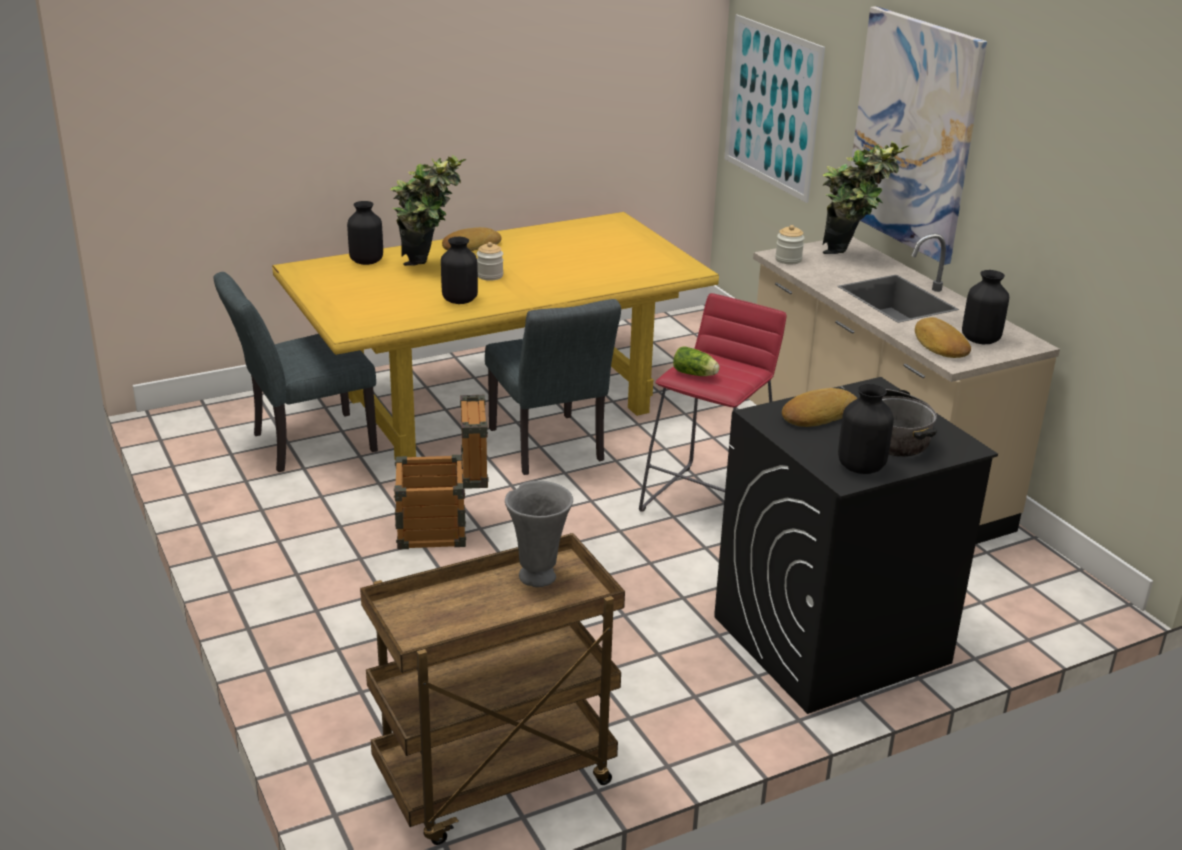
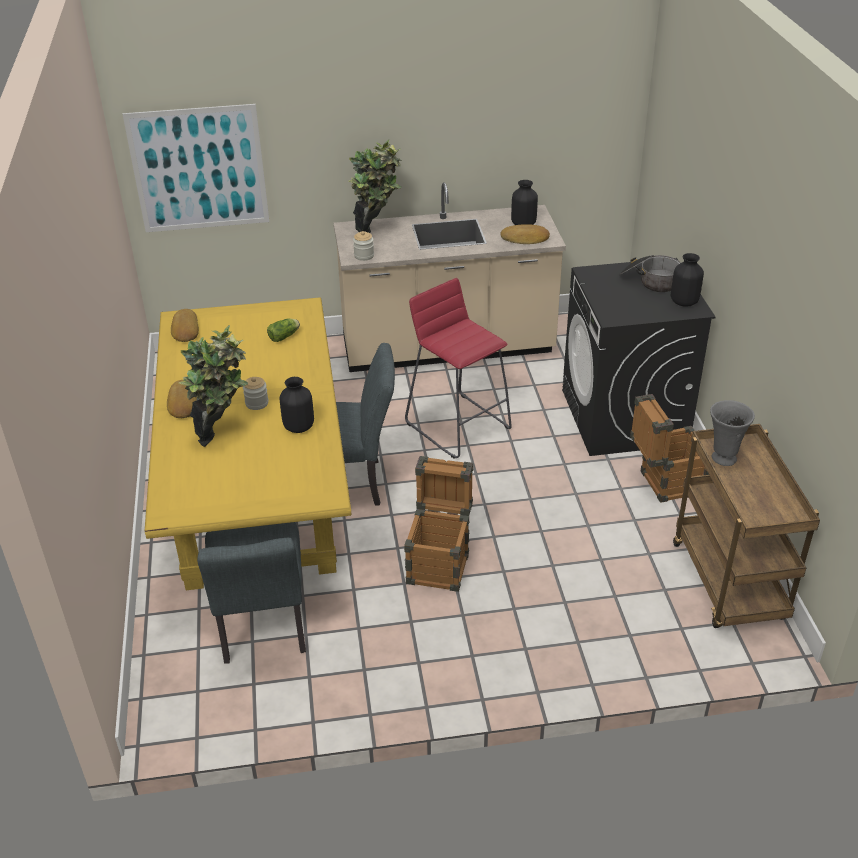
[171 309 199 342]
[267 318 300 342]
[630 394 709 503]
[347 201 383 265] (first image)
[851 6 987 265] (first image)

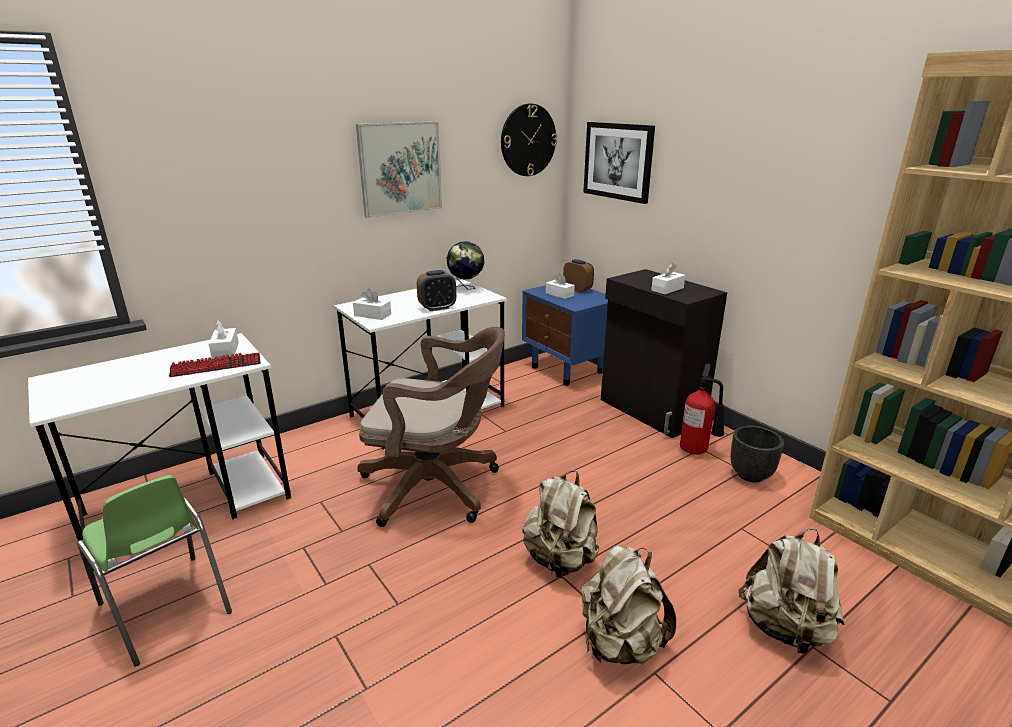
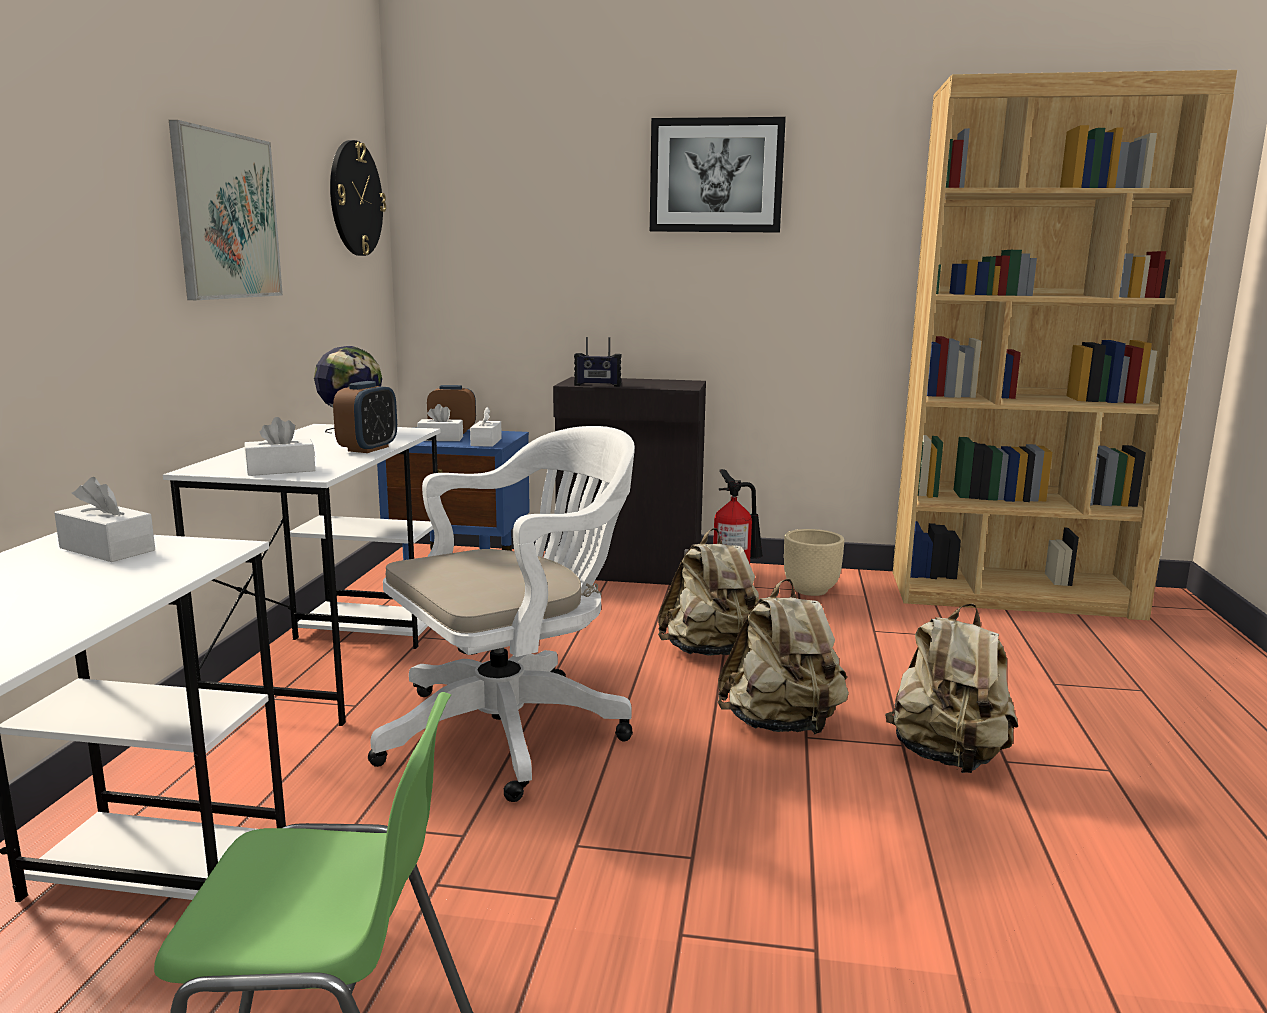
[368 426 635 802]
[470 407 502 447]
[574 337 622 387]
[650 117 786 233]
[658 528 759 656]
[784 529 844 596]
[169 352 261 377] (first image)

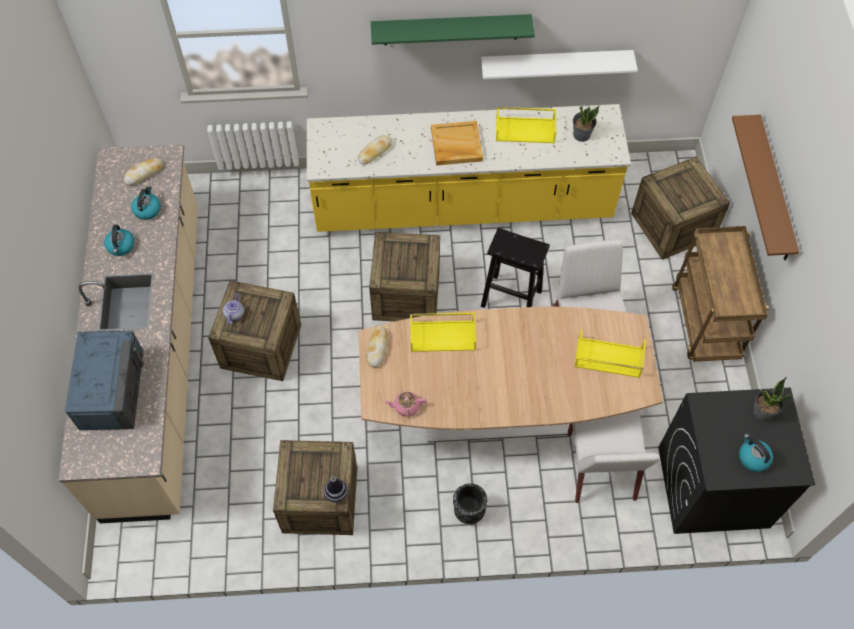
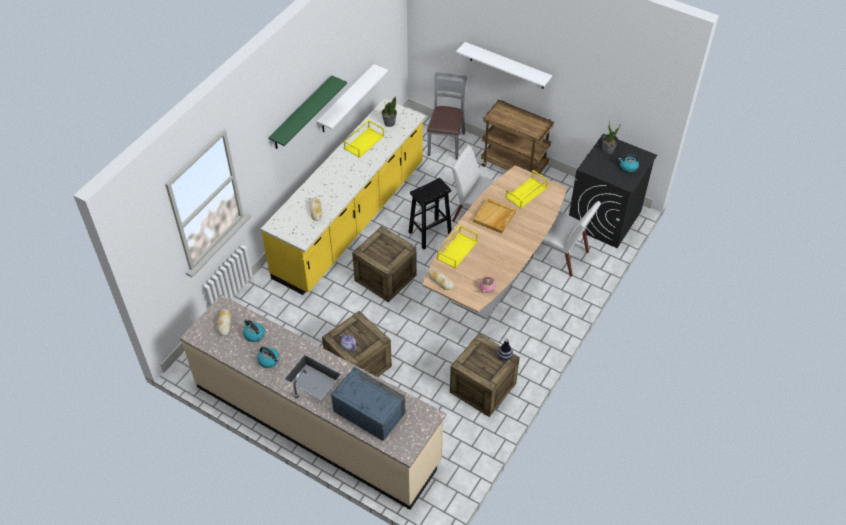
[427 73 467 160]
[456 42 552 89]
[473 198 516 234]
[453 483 487 524] (first image)

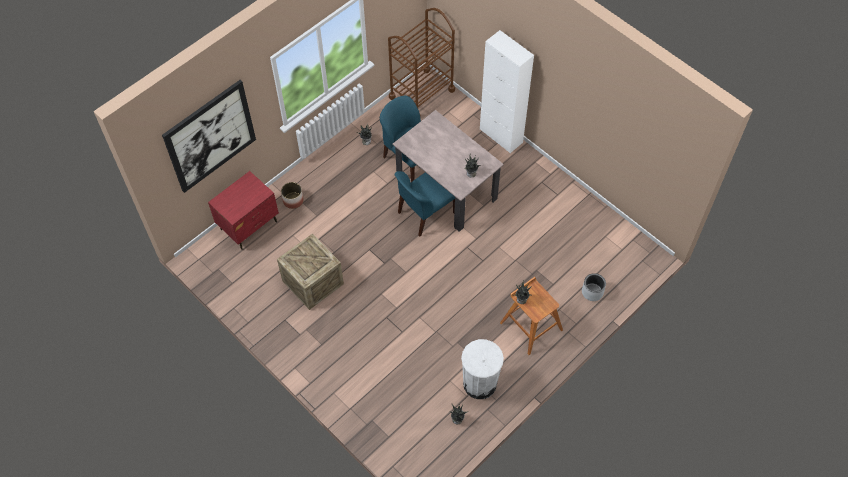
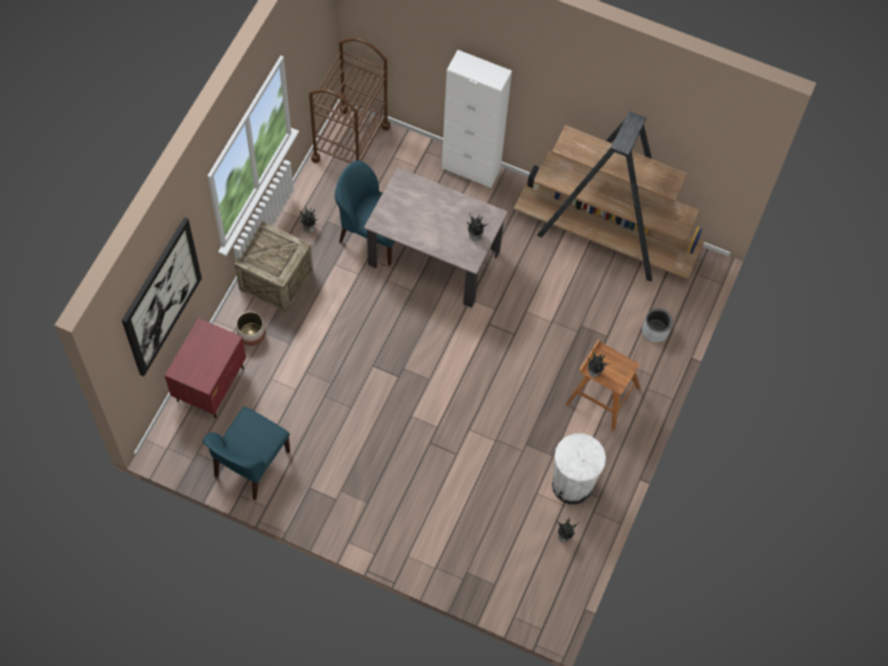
[203 406 290 500]
[235 221 313 312]
[514 111 704 282]

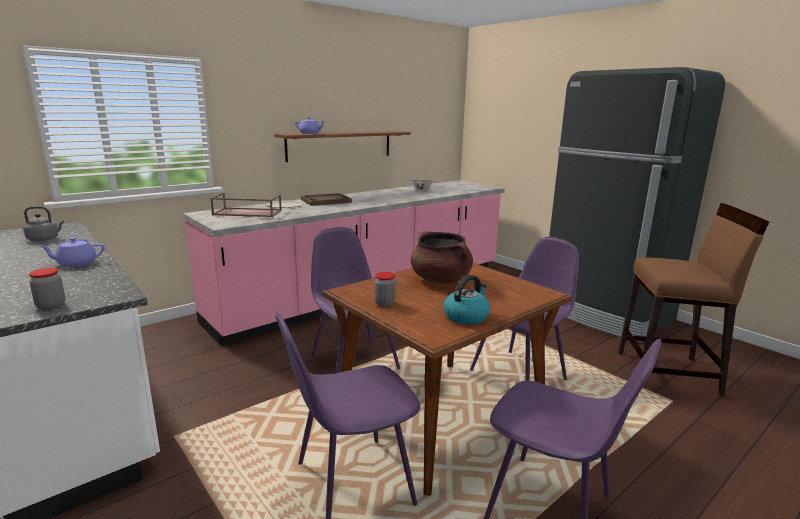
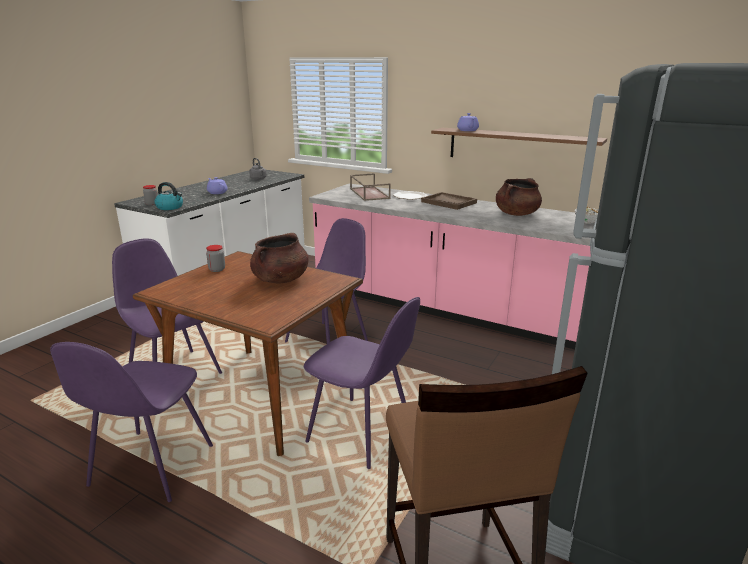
[154 182 183 210]
[496 178 542 216]

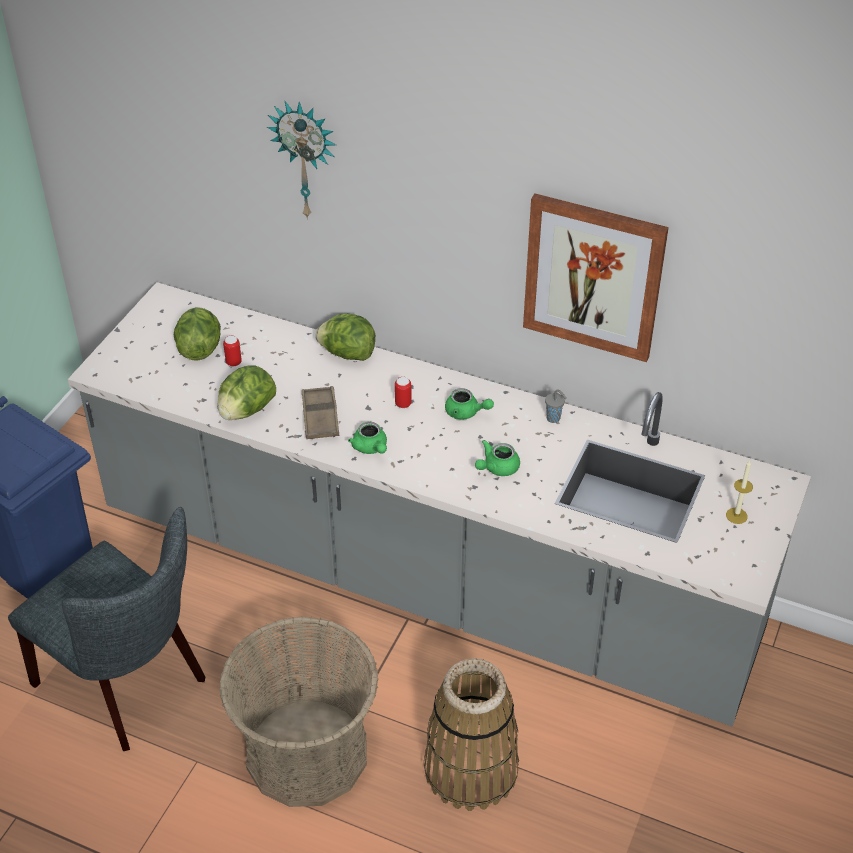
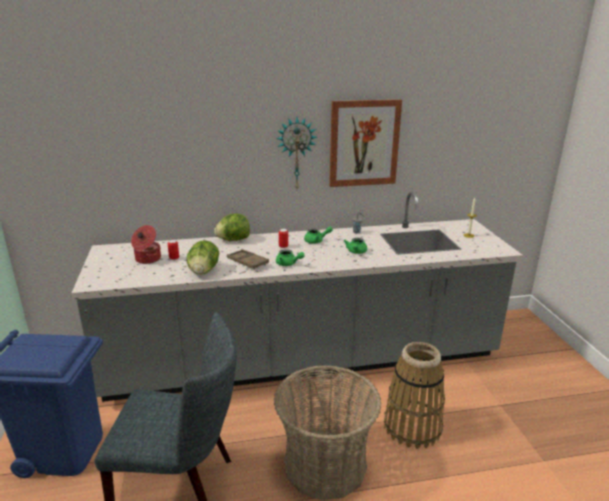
[131 225 161 264]
[276 117 317 189]

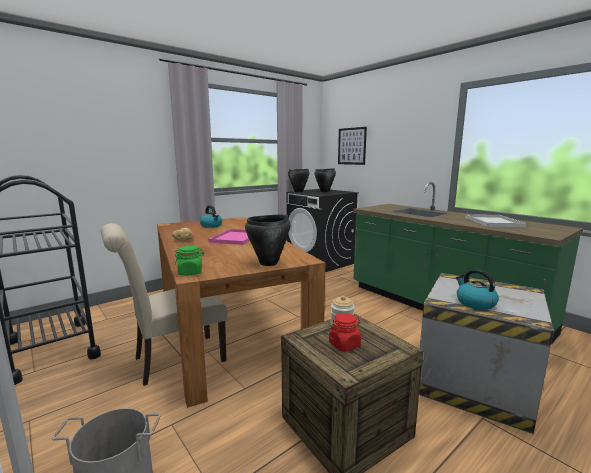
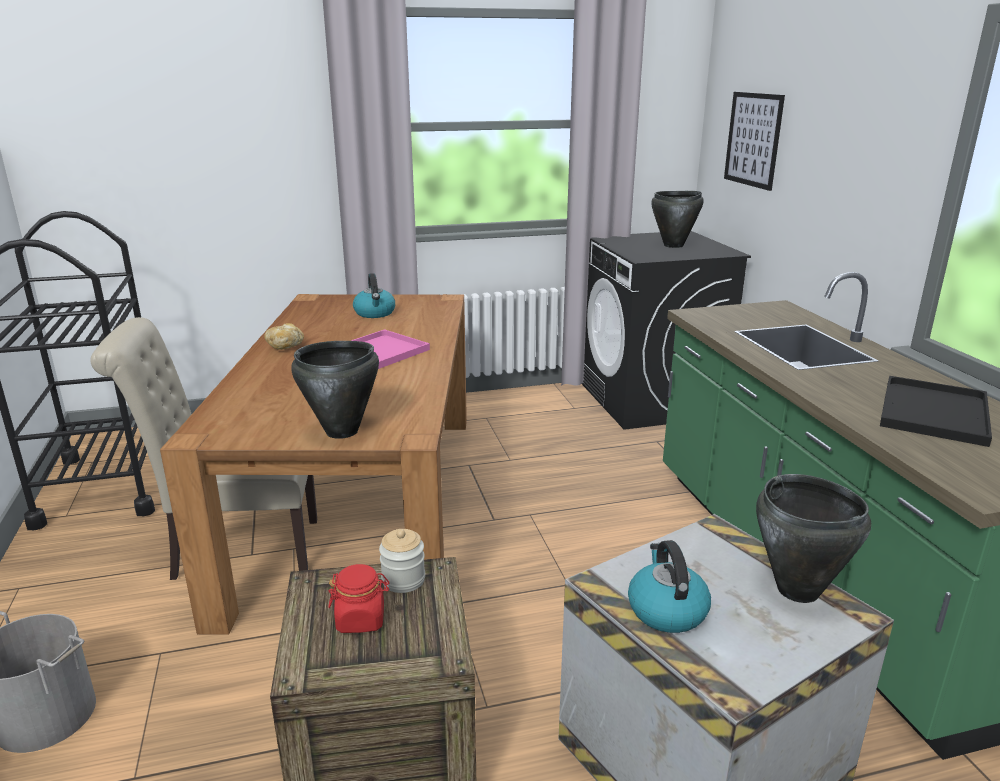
[756 474 871 603]
[880 376 992 447]
[175 245 205 275] (first image)

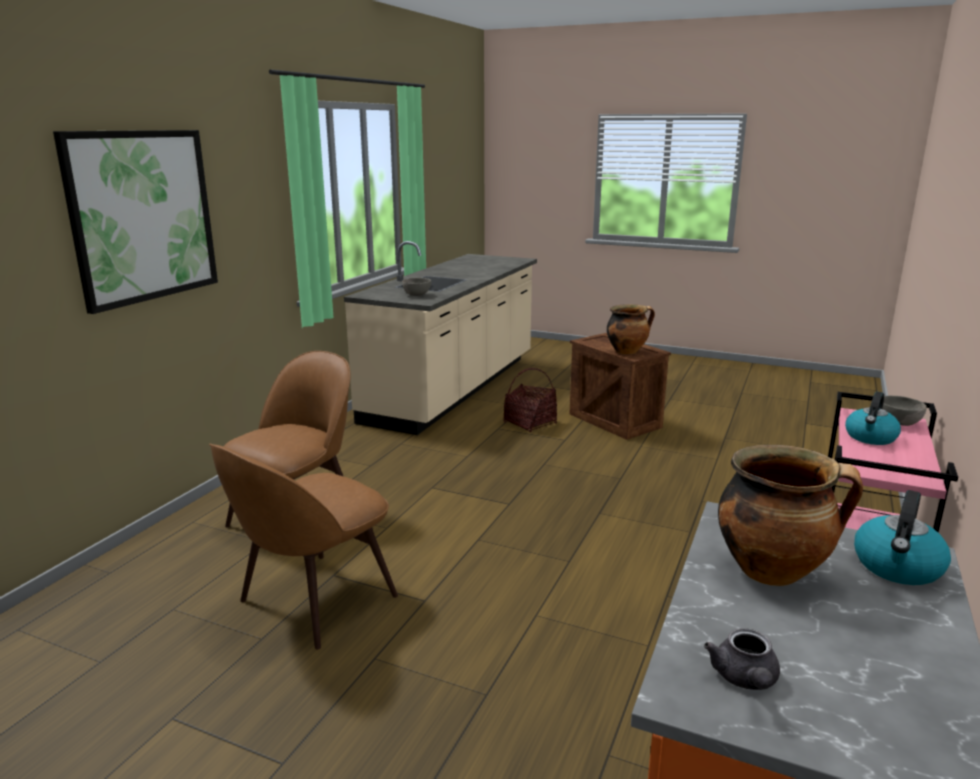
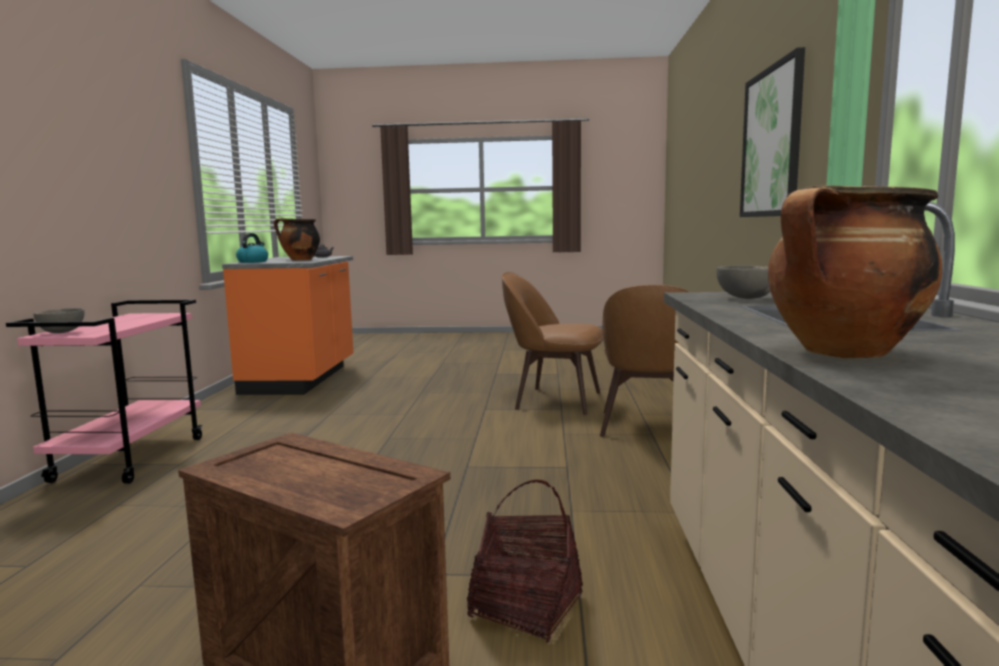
[501 272 603 415]
[768 185 942 358]
[845 392 901 445] (first image)

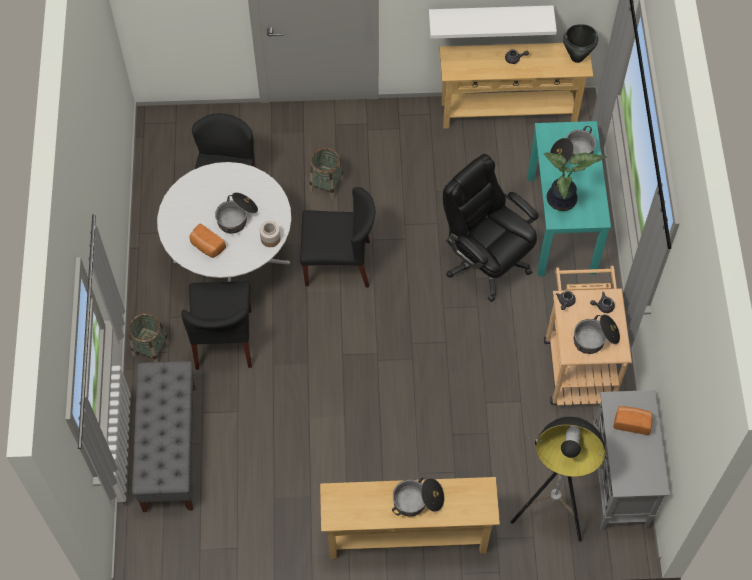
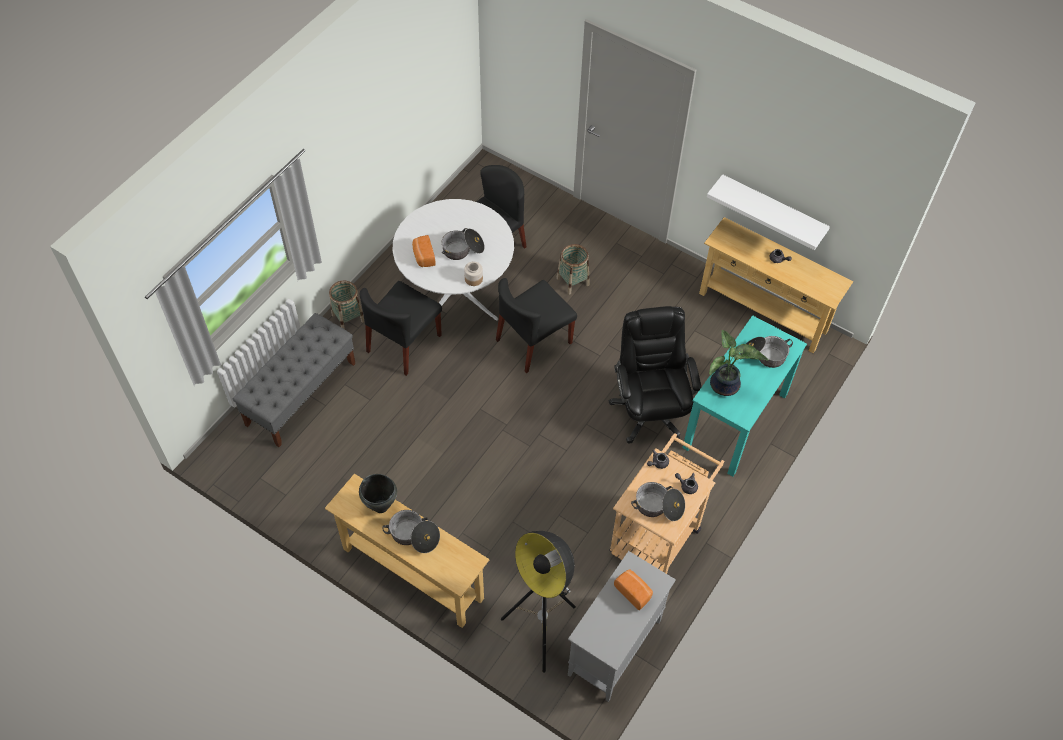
[359 474 397 513]
[496 278 577 373]

